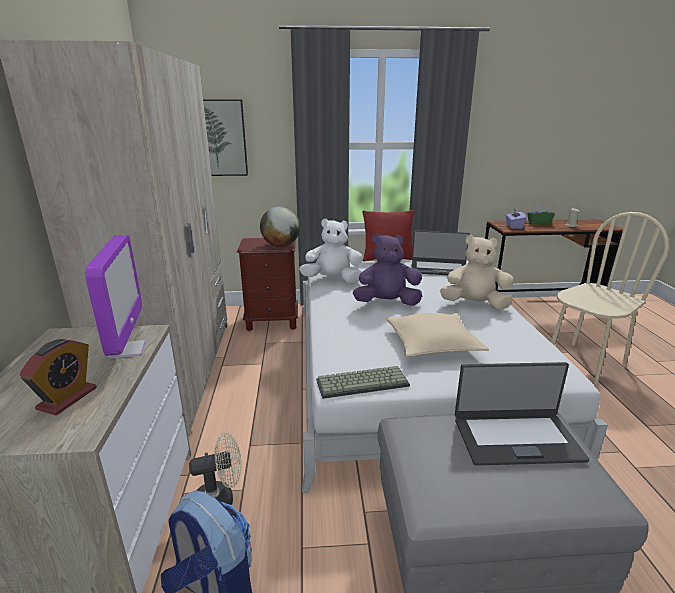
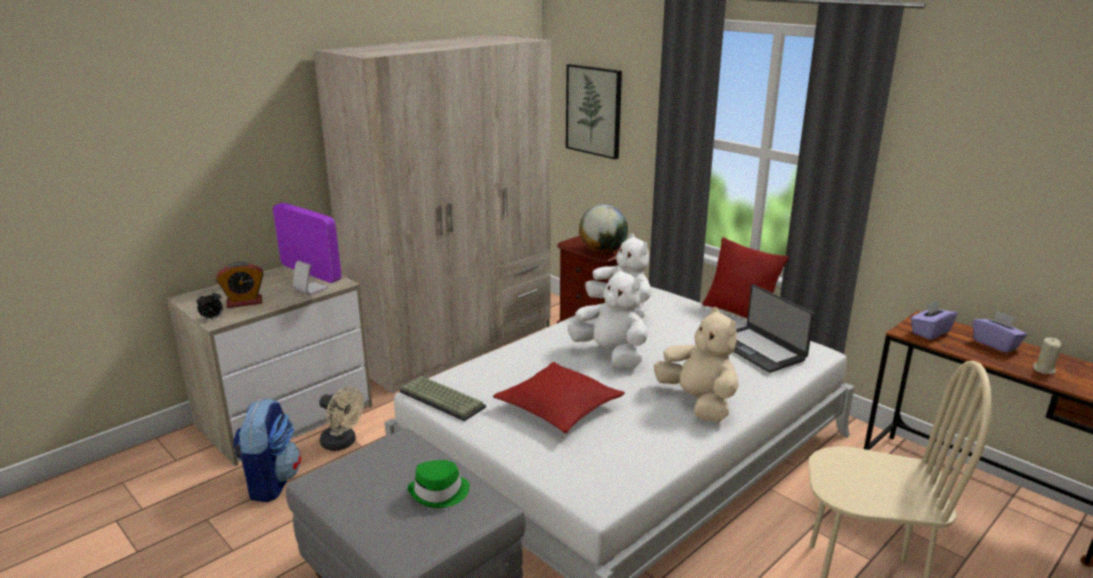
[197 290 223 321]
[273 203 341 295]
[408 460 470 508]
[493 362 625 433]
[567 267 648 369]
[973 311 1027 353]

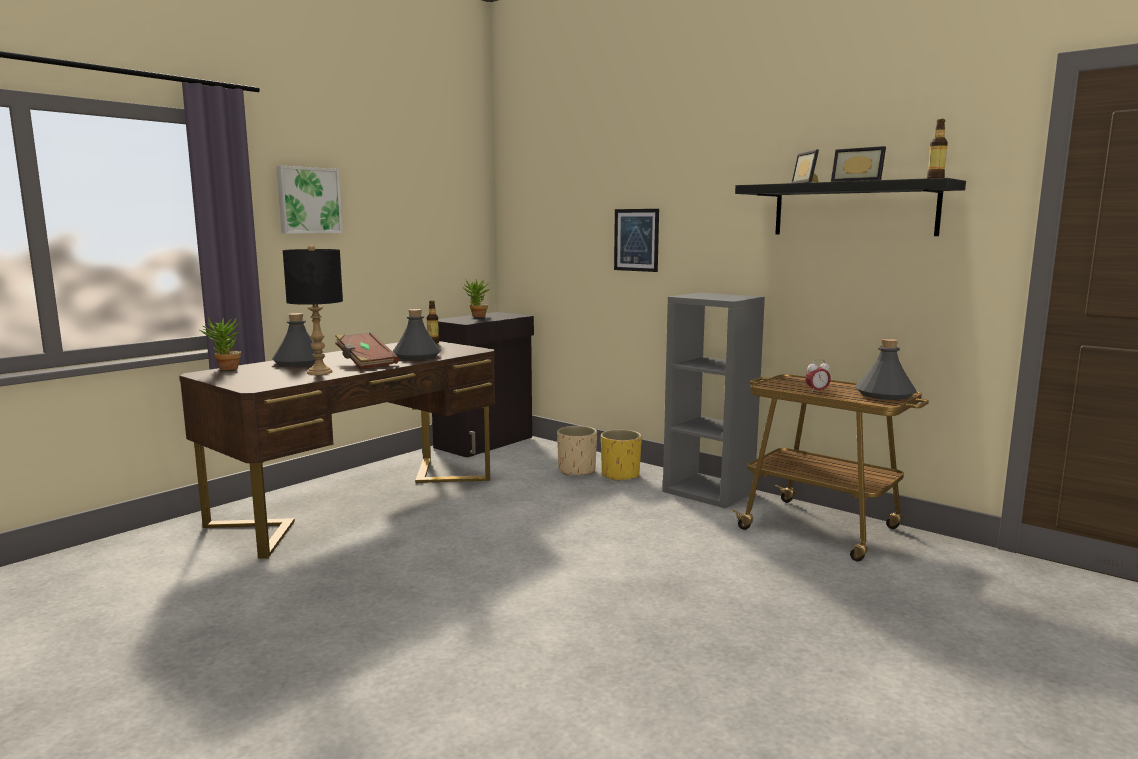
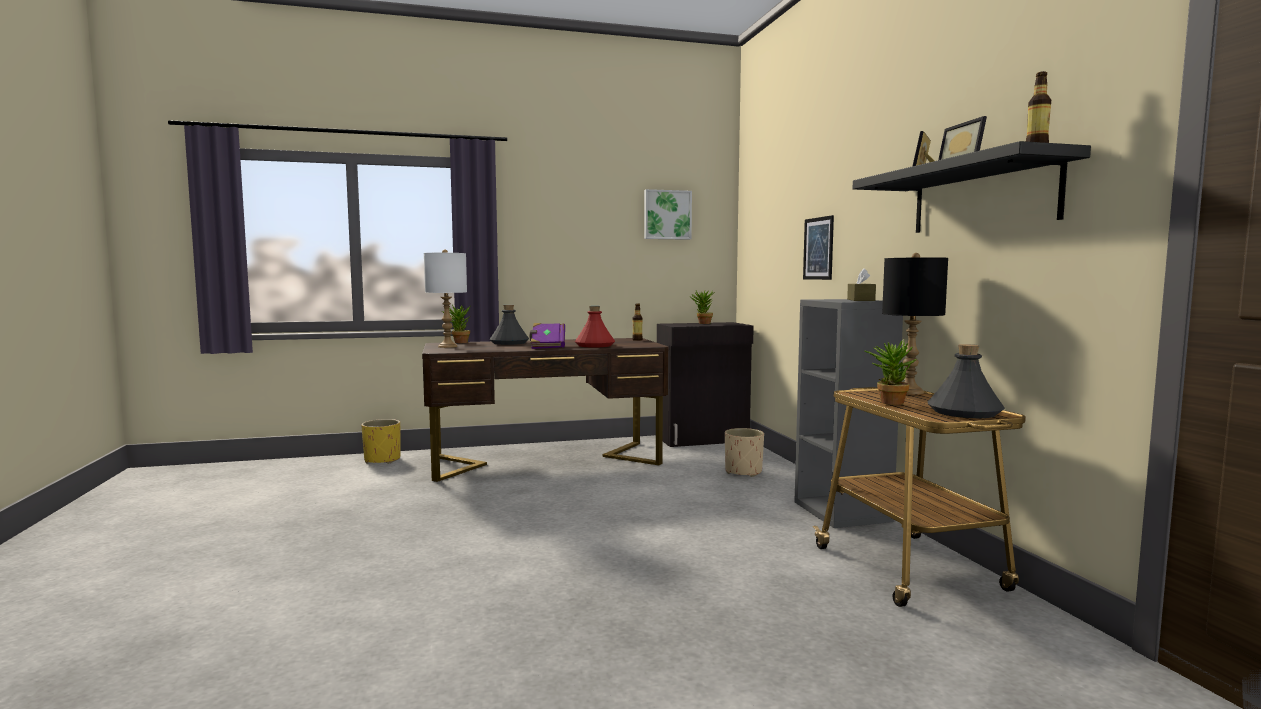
[361 419 400 464]
[424 249 467 348]
[529 323 565 349]
[575 306 615 347]
[644 189 692 240]
[847 268 876 301]
[864 341 917 405]
[882 253 948 394]

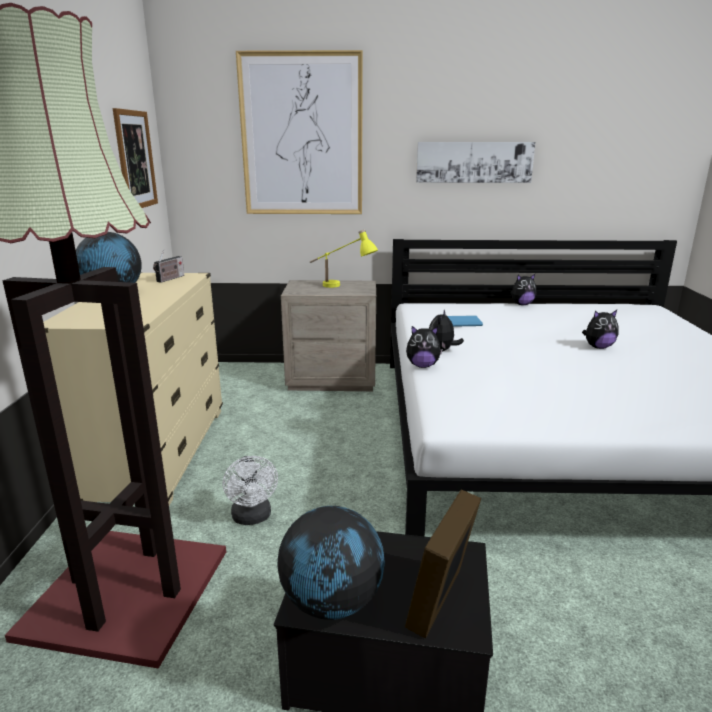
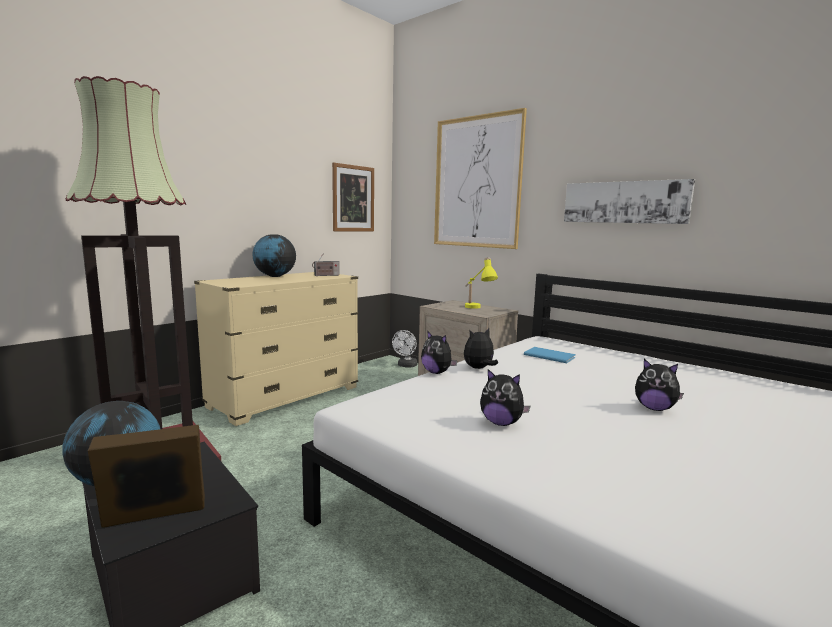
[392 330 417 367]
[480 369 531 426]

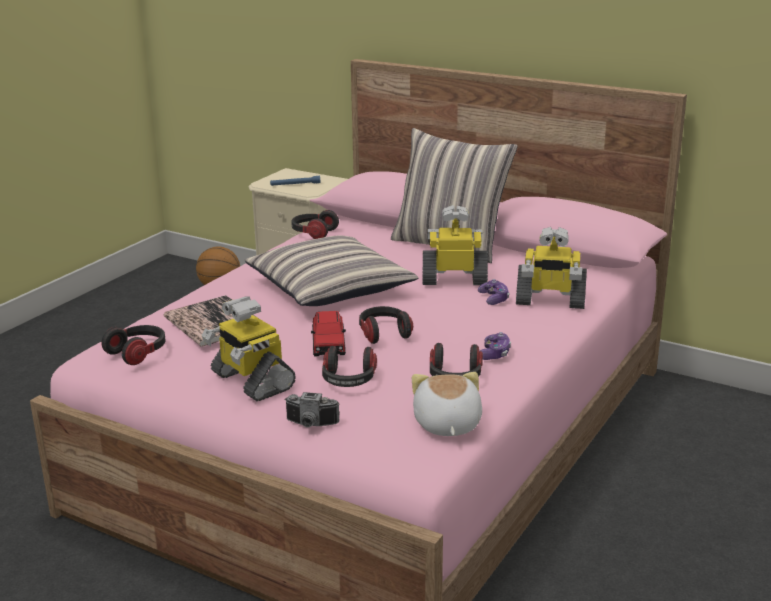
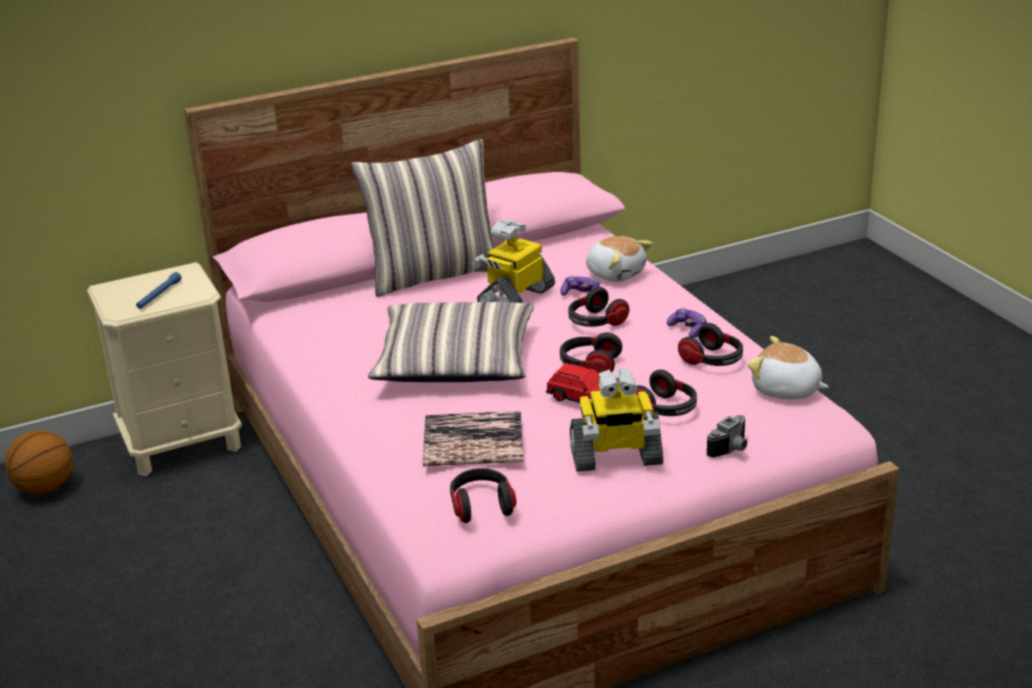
[568 287 629 327]
[586 236 653 282]

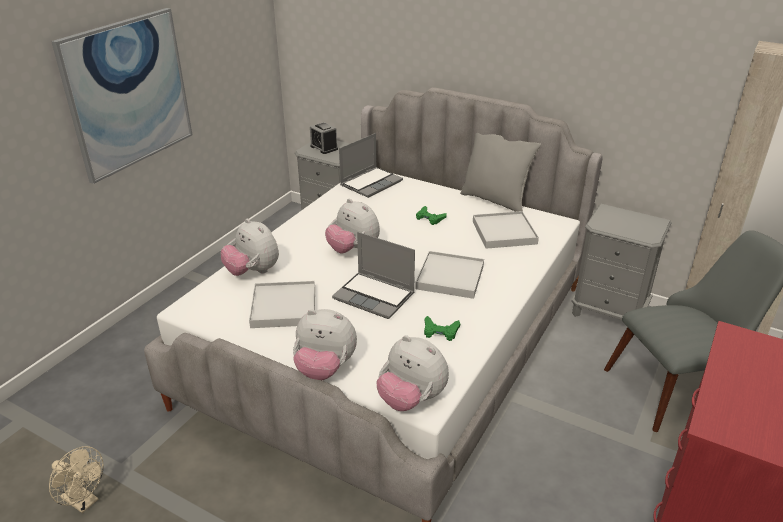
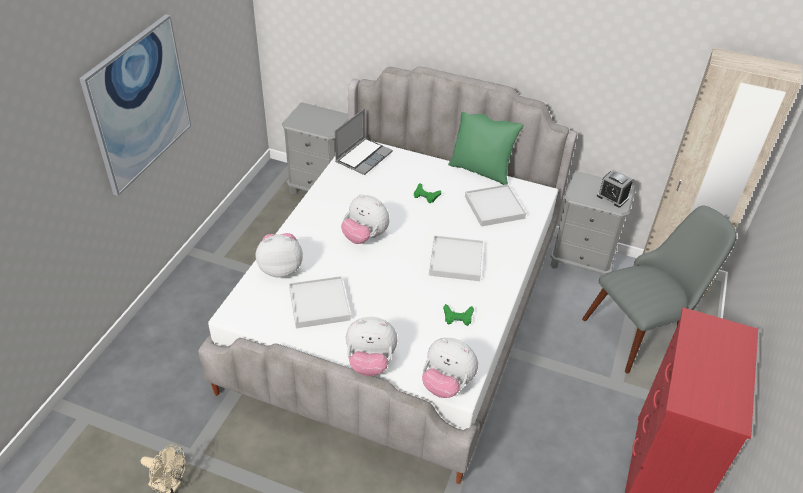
[256 233 303 278]
[448 112 524 185]
[597 170 632 208]
[332 232 415 319] (first image)

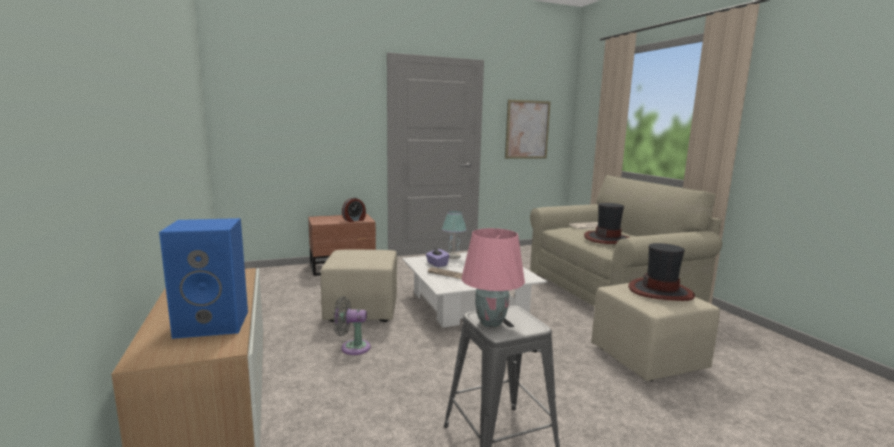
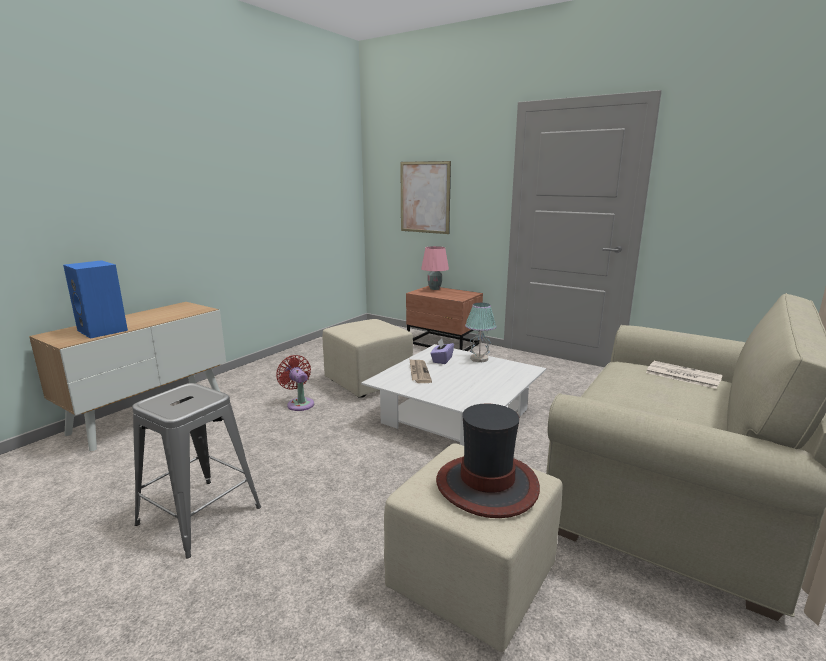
[276 355 314 411]
[400 161 451 234]
[421 246 449 290]
[342 197 366 222] (first image)
[584 203 629 244] (first image)

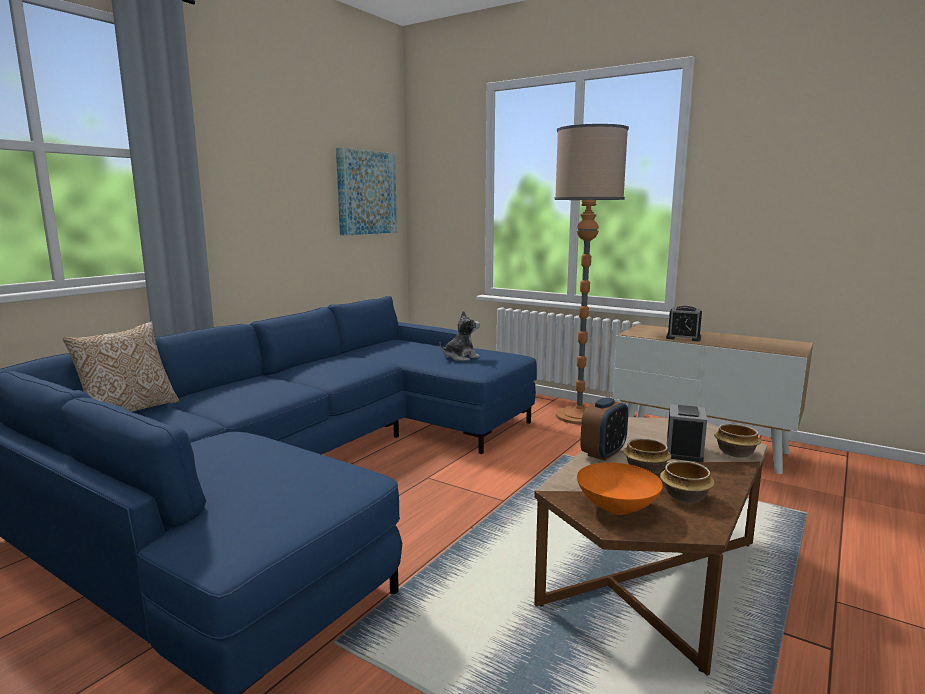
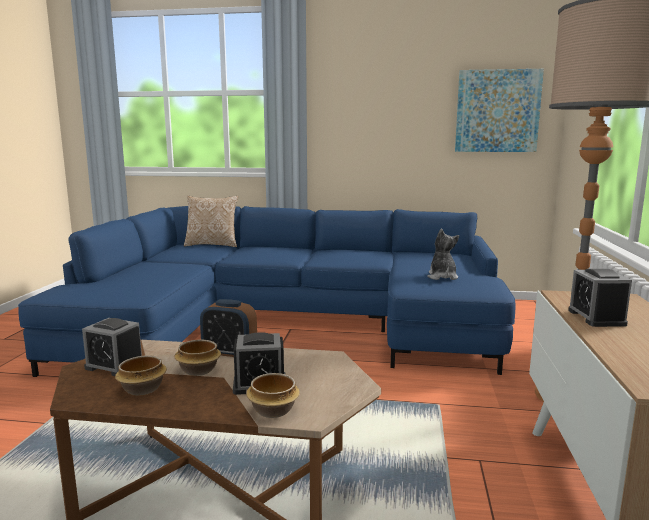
[82 318 142 376]
[427 229 459 280]

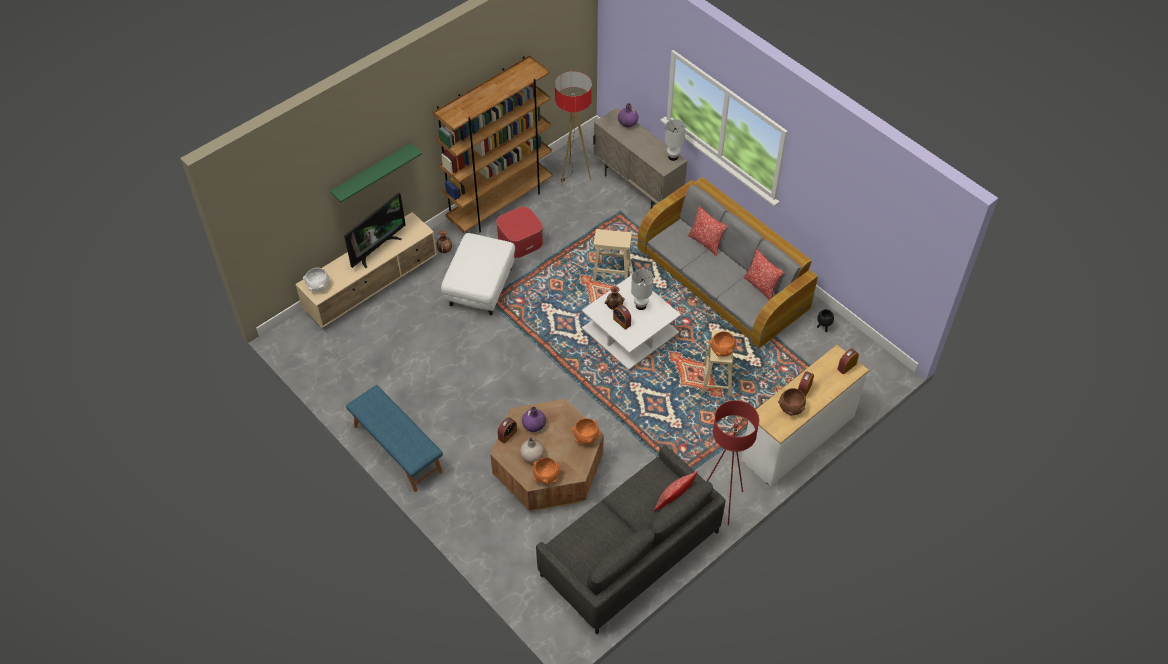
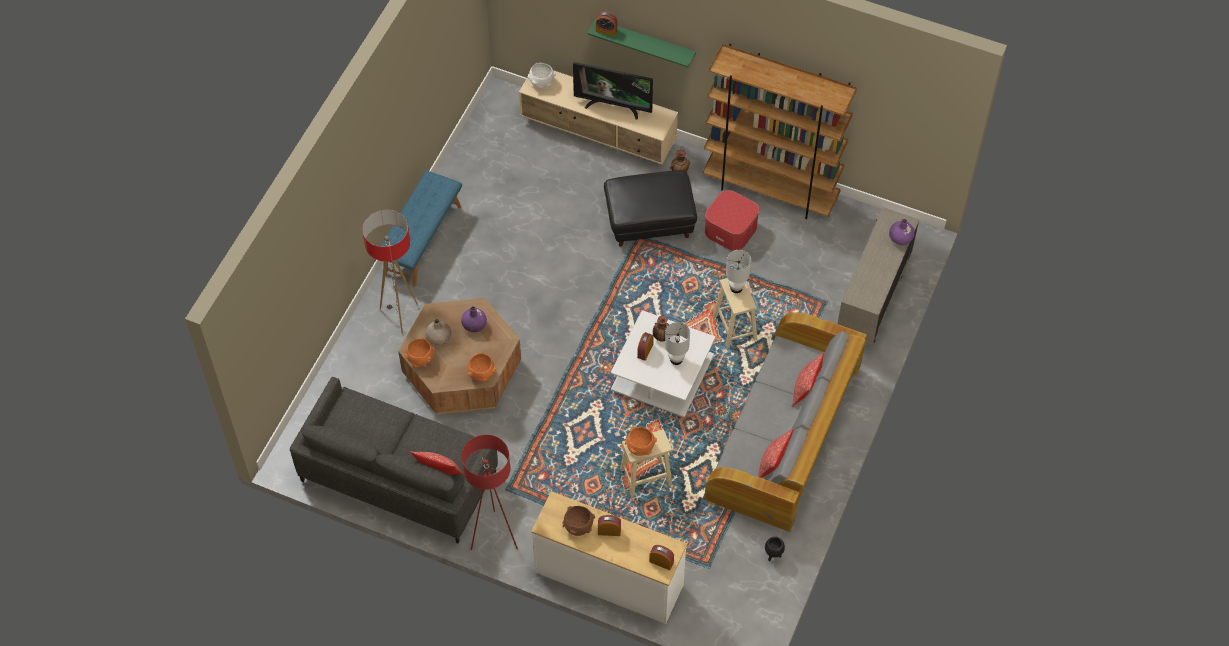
[362 209 418 334]
[596 11 617 36]
[604 170 697 246]
[726 250 751 293]

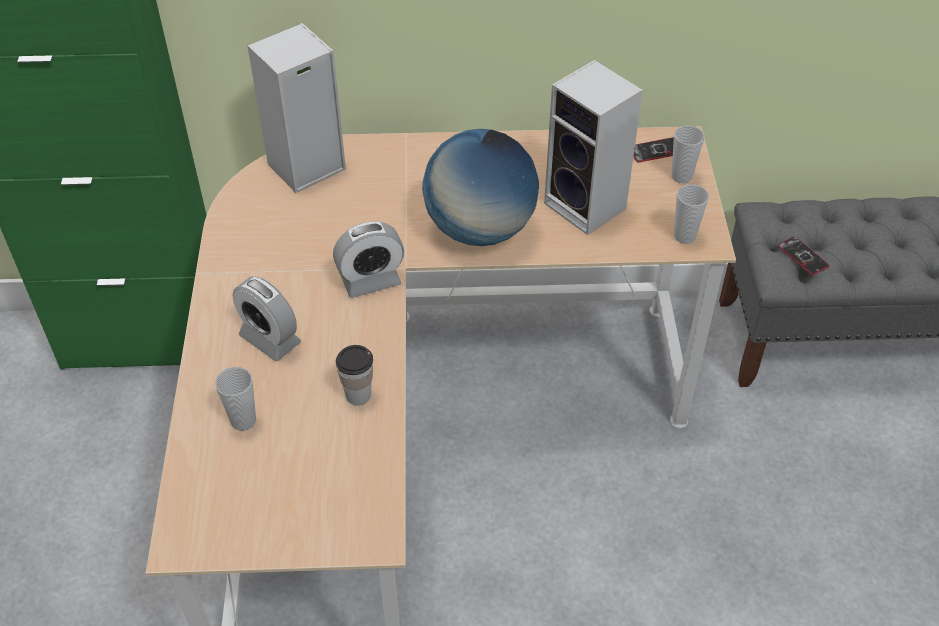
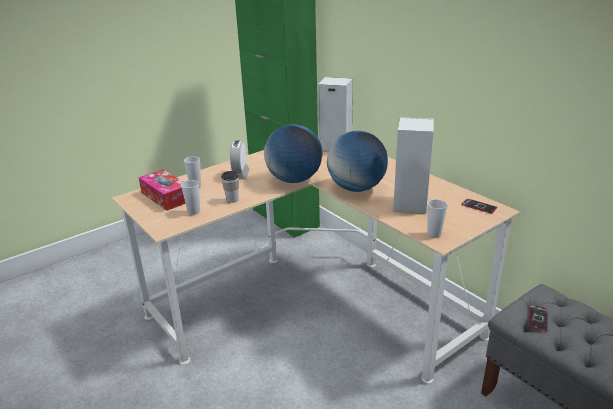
[138 169 186 211]
[181 180 200 215]
[264 124 322 183]

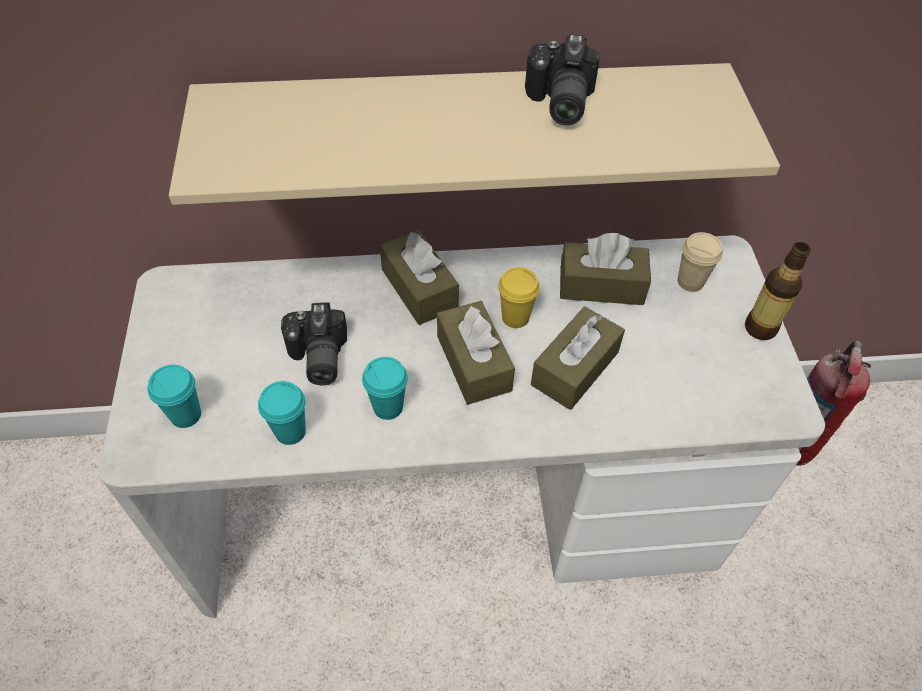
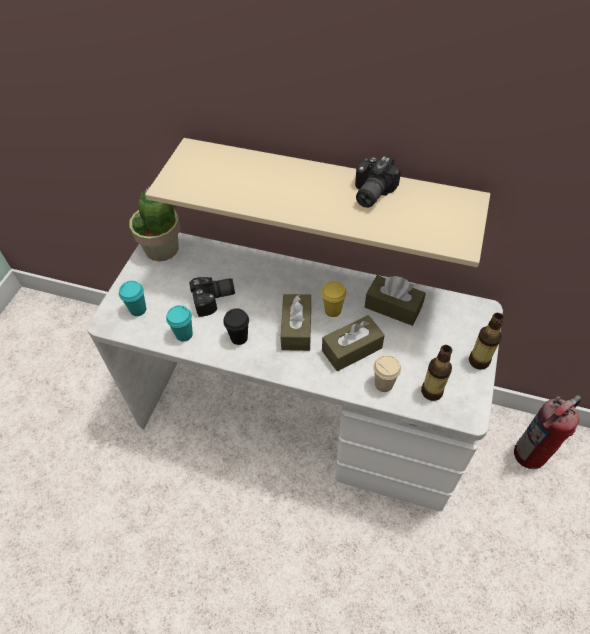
[129 186 180 261]
[189 277 235 317]
[223 309 249 345]
[373 355 401 392]
[421 345 452 401]
[380 230 459 325] (first image)

